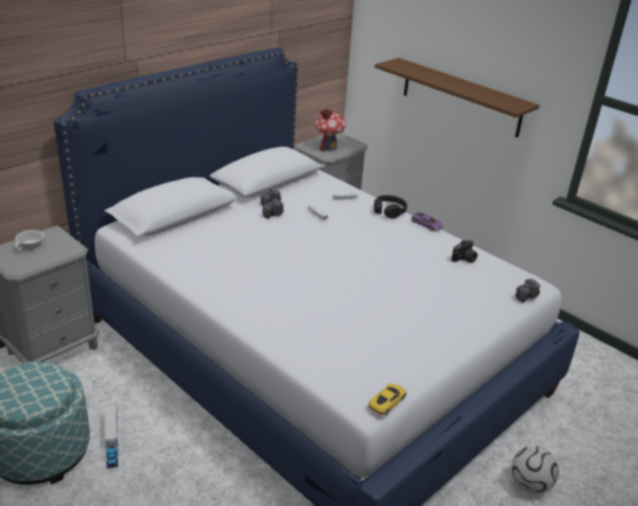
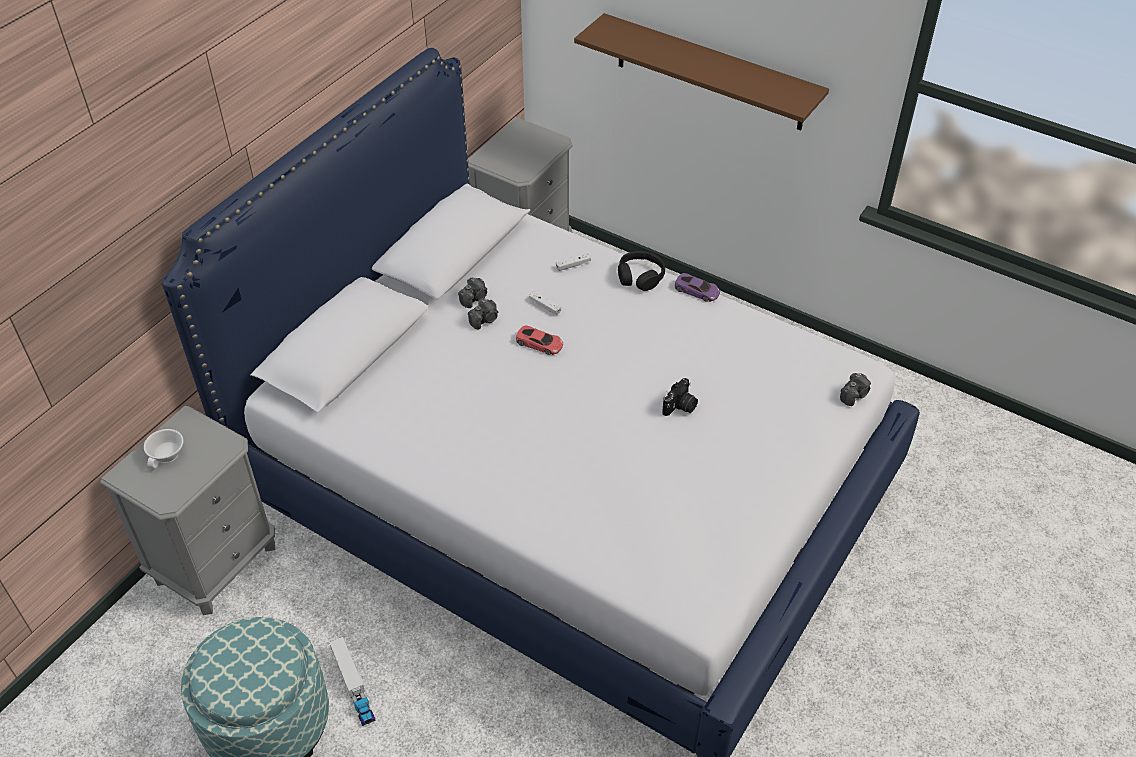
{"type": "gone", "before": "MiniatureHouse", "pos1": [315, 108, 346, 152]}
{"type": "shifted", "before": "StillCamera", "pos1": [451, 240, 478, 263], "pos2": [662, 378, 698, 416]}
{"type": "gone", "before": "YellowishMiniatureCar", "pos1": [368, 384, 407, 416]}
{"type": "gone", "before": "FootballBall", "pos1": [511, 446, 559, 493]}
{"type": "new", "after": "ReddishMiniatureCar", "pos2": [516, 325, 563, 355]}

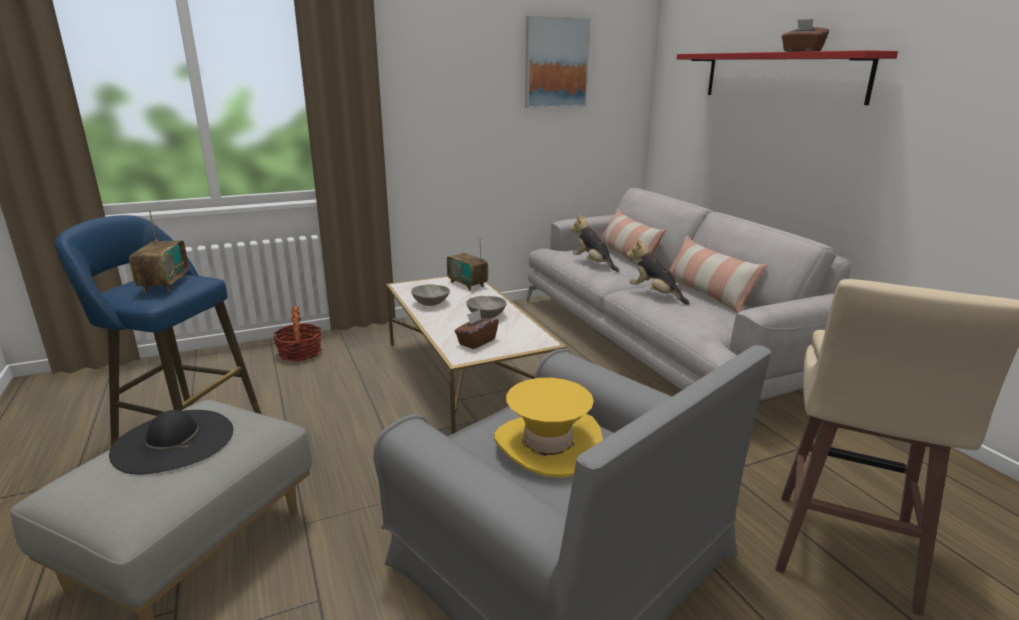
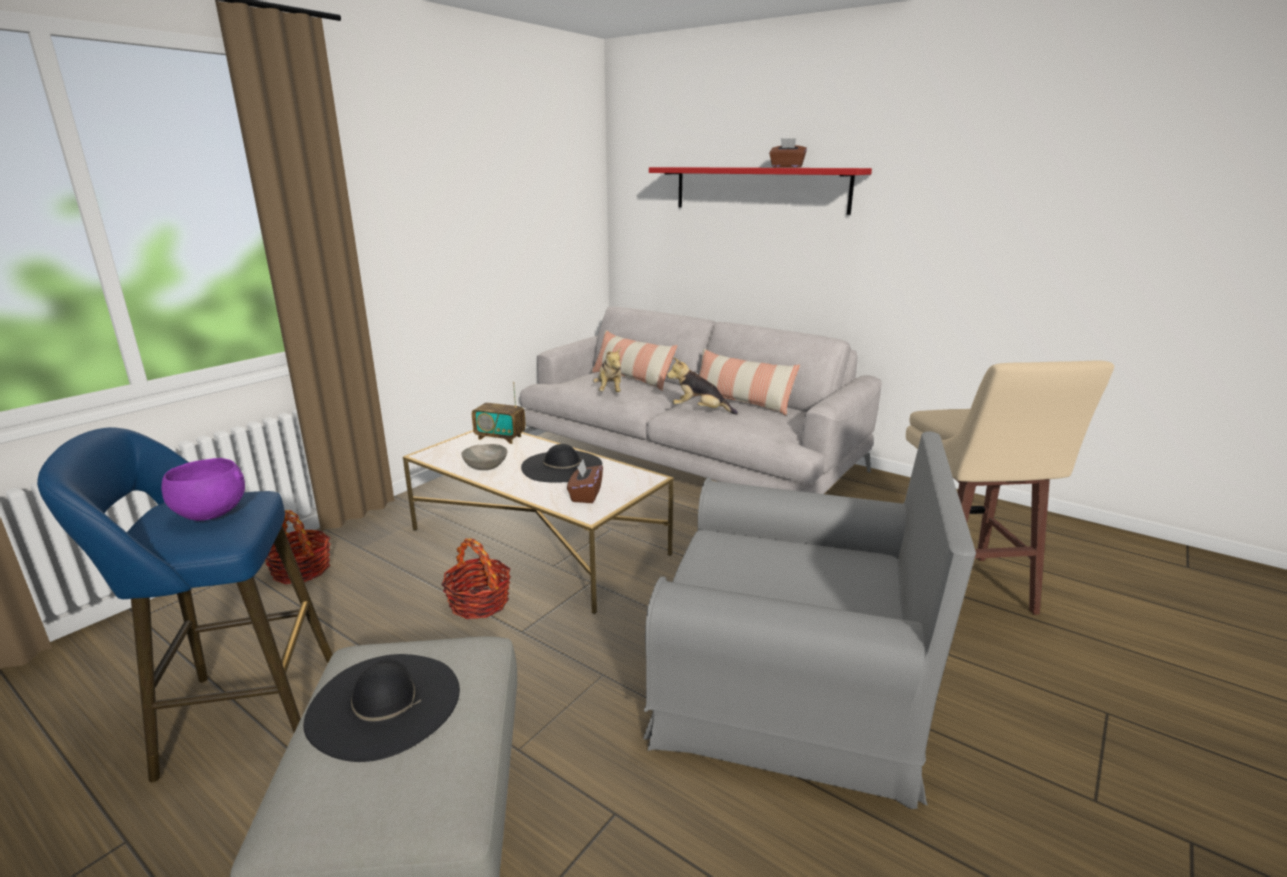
{"type": "gone", "before": "WallArt", "pos1": [525, 16, 591, 108]}
{"type": "swapped", "before": "Radio", "after": "PurpleBowl", "pos1": [129, 211, 189, 293], "pos2": [161, 458, 245, 521]}
{"type": "rotated", "before": "SoftToy", "pos1": [570, 215, 619, 272], "pos2": [593, 347, 621, 392], "turn": -120}
{"type": "swapped", "before": "GreyBowl", "after": "BlackColouredWearableHat", "pos1": [466, 296, 507, 318], "pos2": [521, 444, 602, 483]}
{"type": "gone", "before": "YellowishWearableHat", "pos1": [494, 378, 603, 478]}
{"type": "new", "after": "HouseholdBasket", "pos2": [441, 538, 511, 619]}

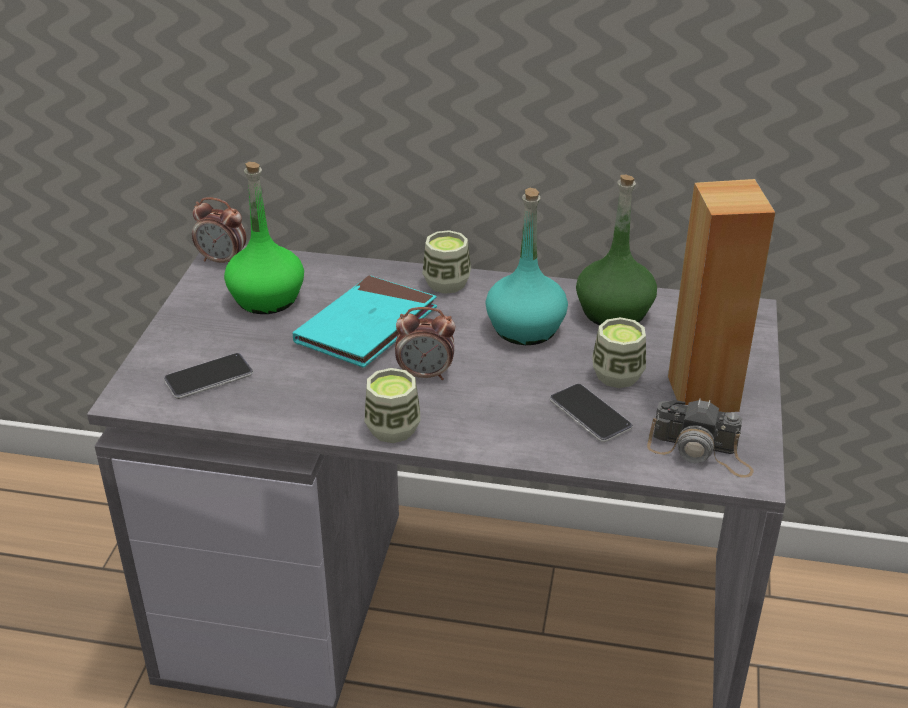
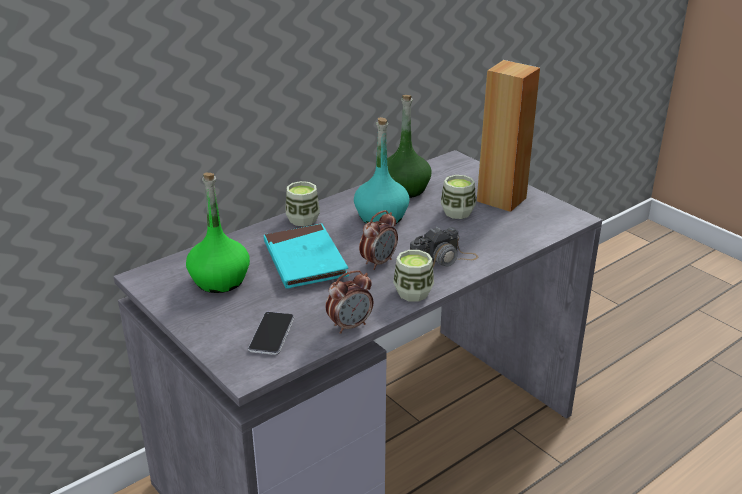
{"type": "shifted", "before": "BedsideClock", "pos1": [192, 197, 246, 263], "pos2": [326, 270, 373, 334]}
{"type": "gone", "before": "Handset", "pos1": [550, 384, 633, 442]}
{"type": "shifted", "before": "StillCamera", "pos1": [647, 399, 754, 478], "pos2": [410, 227, 478, 268]}

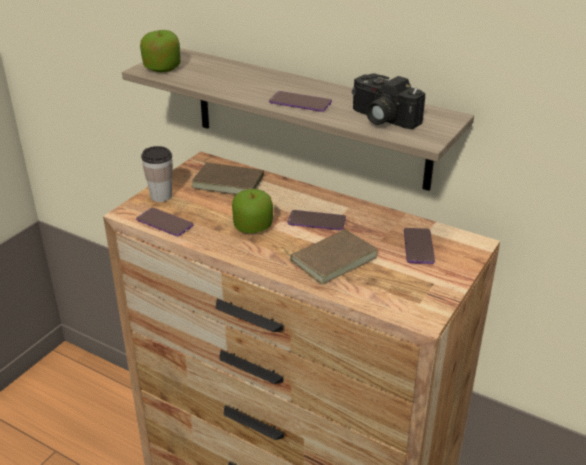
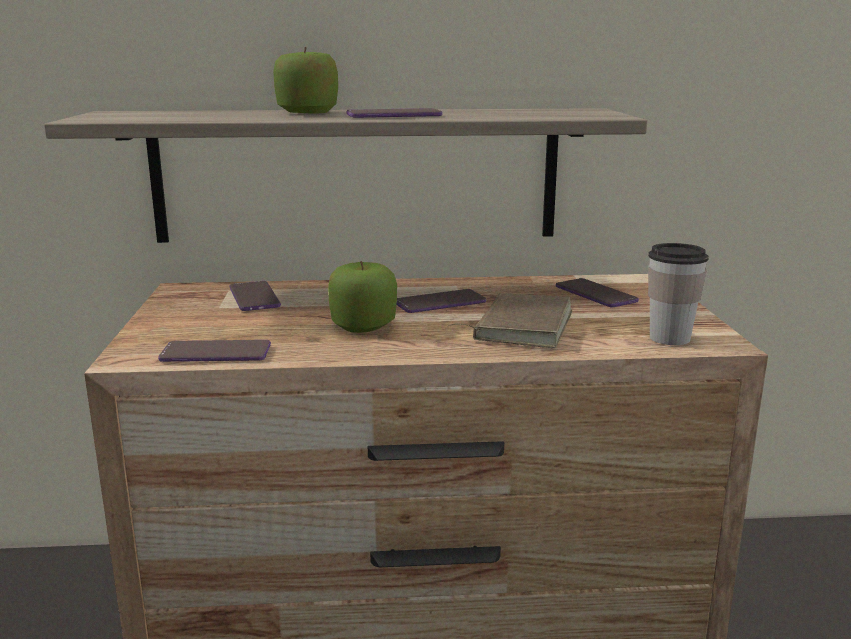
{"type": "shifted", "before": "AppleFruit", "pos1": [140, 30, 181, 72], "pos2": [273, 47, 338, 114]}
{"type": "gone", "before": "StillCamera", "pos1": [352, 74, 425, 129]}
{"type": "shifted", "before": "SmallCup", "pos1": [141, 146, 173, 202], "pos2": [648, 243, 709, 345]}
{"type": "swapped", "before": "BrownColouredBoundBook", "after": "Handset", "pos1": [191, 157, 264, 195], "pos2": [229, 281, 281, 311]}

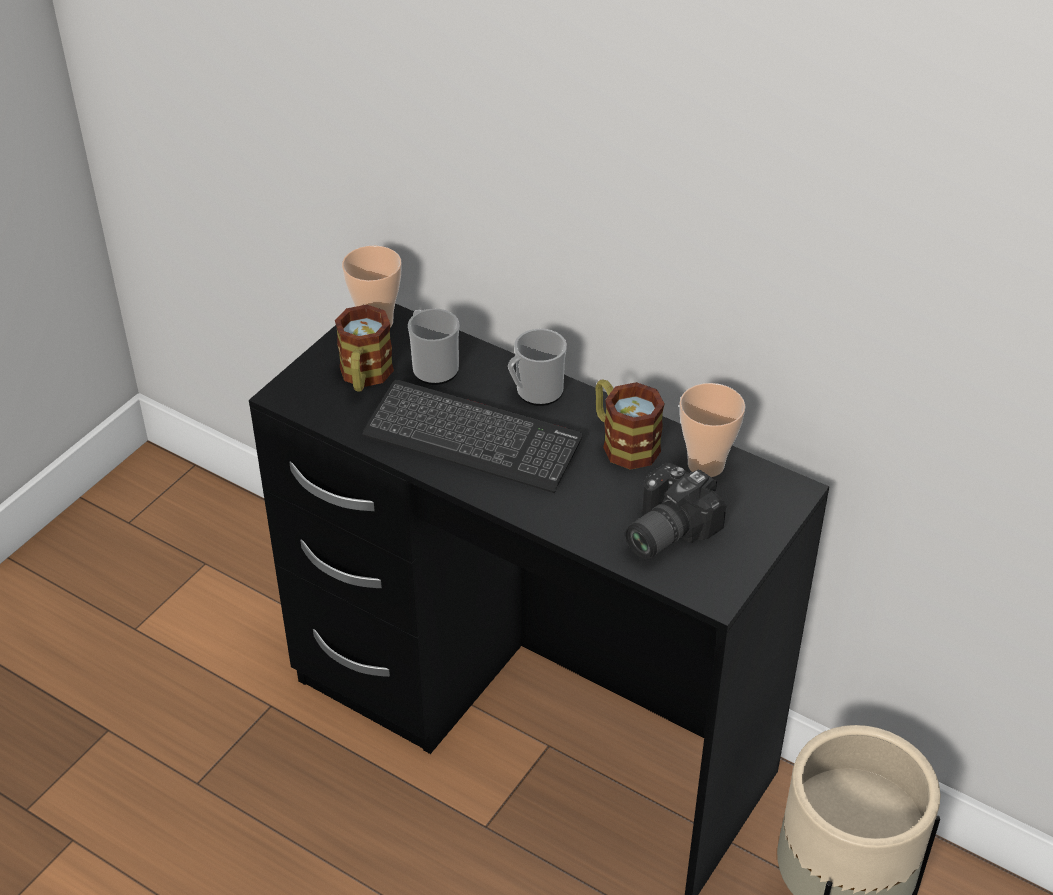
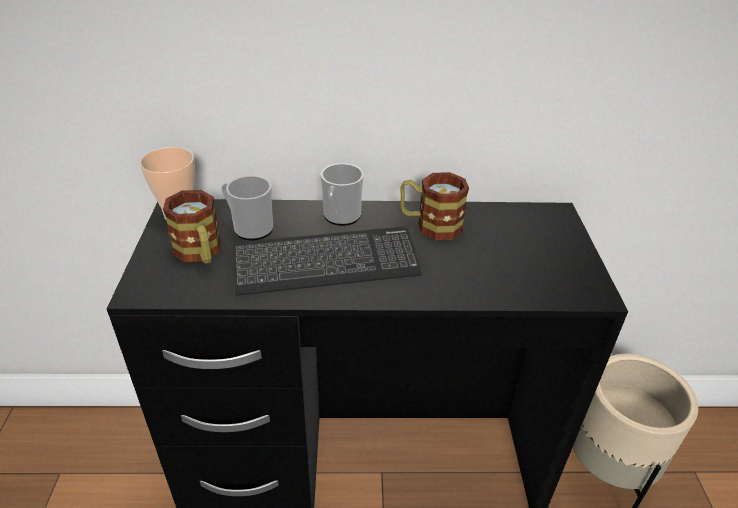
{"type": "gone", "before": "SmallCup", "pos1": [679, 383, 745, 477]}
{"type": "gone", "before": "StillCamera", "pos1": [625, 463, 726, 559]}

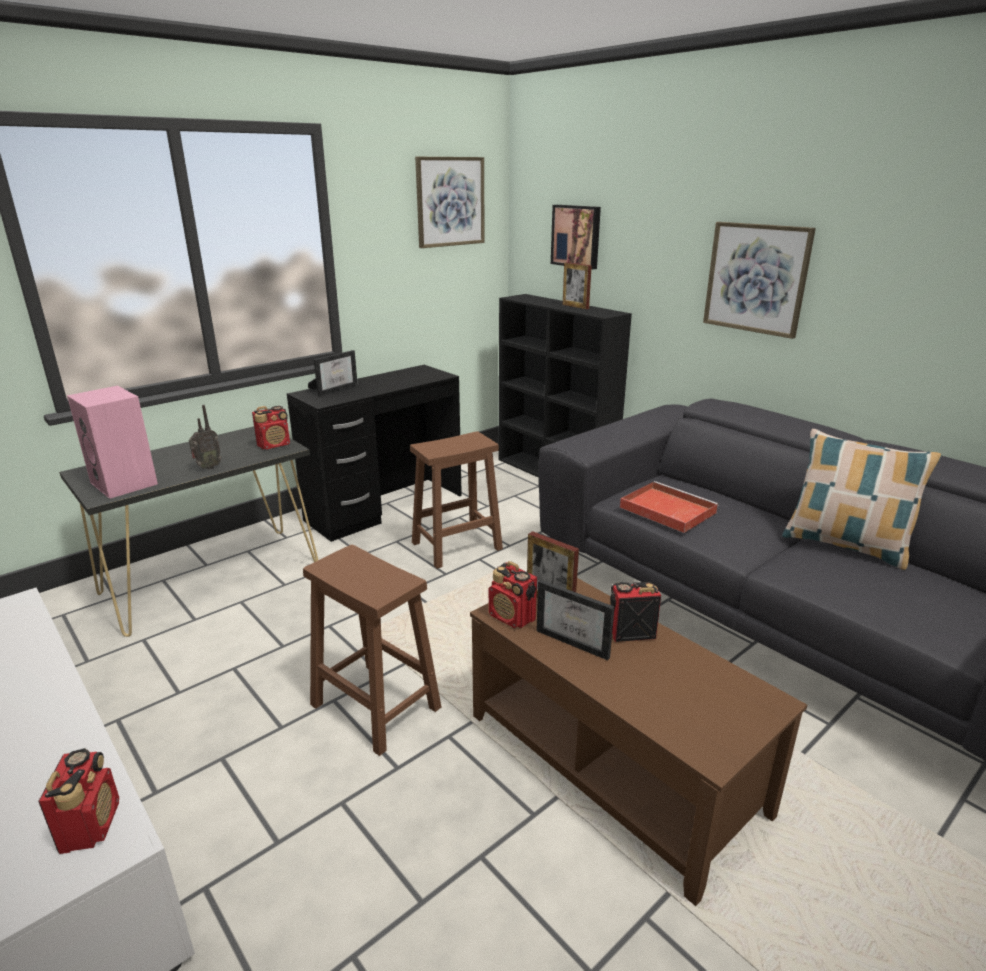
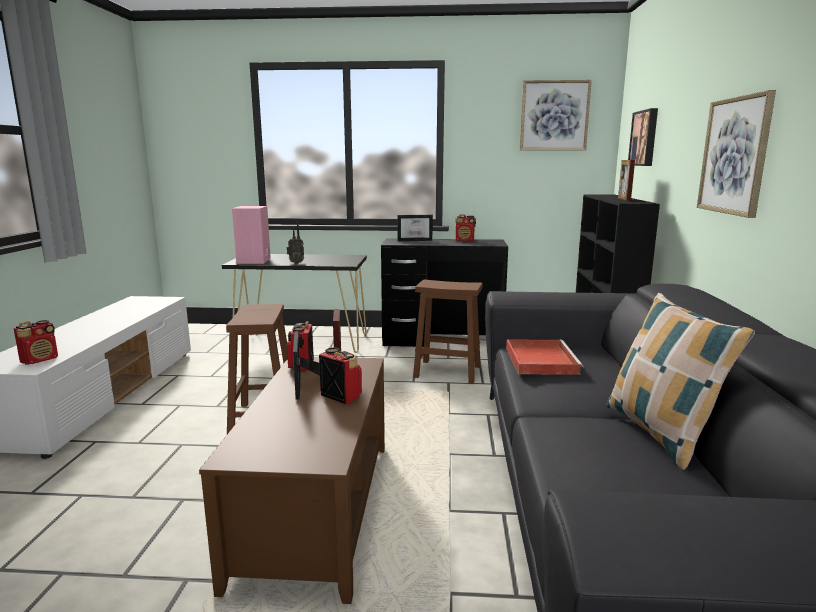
{"type": "shifted", "before": "Radio", "pos1": [252, 406, 290, 449], "pos2": [455, 214, 476, 241]}

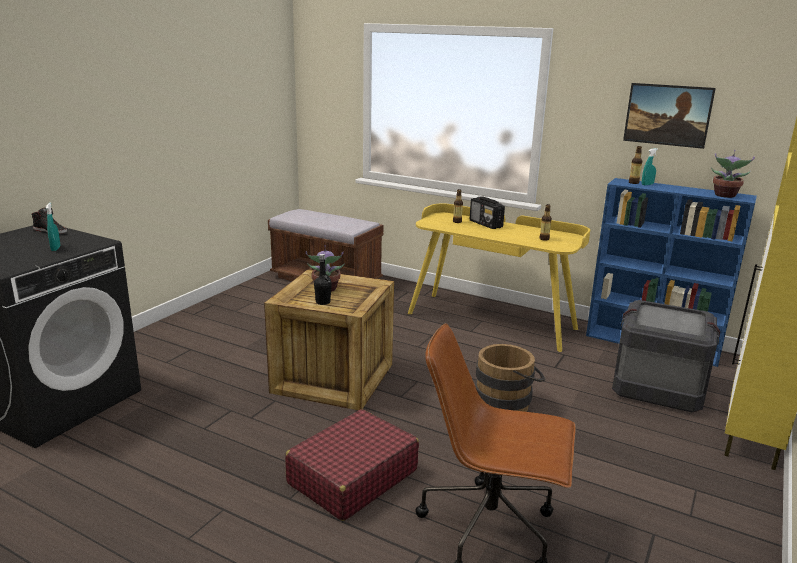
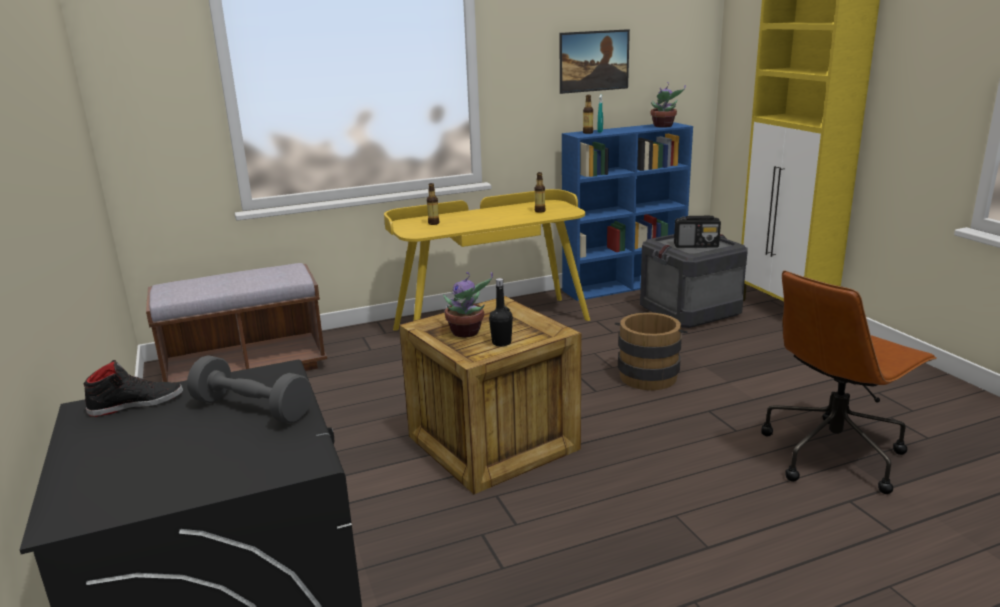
{"type": "shifted", "before": "Radio", "pos1": [470, 196, 505, 229], "pos2": [674, 215, 721, 248]}
{"type": "swapped", "before": "BlueGreenSprayer", "after": "GreyHandWeight", "pos1": [46, 203, 60, 251], "pos2": [187, 355, 312, 423]}
{"type": "gone", "before": "ReddishTravelCase", "pos1": [285, 409, 419, 521]}

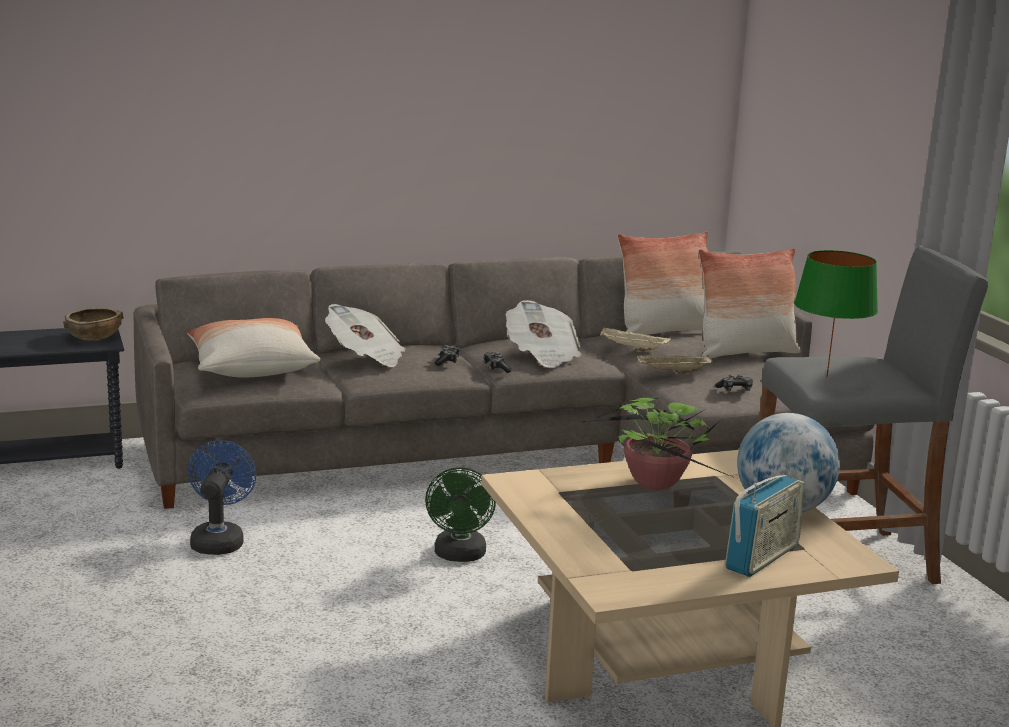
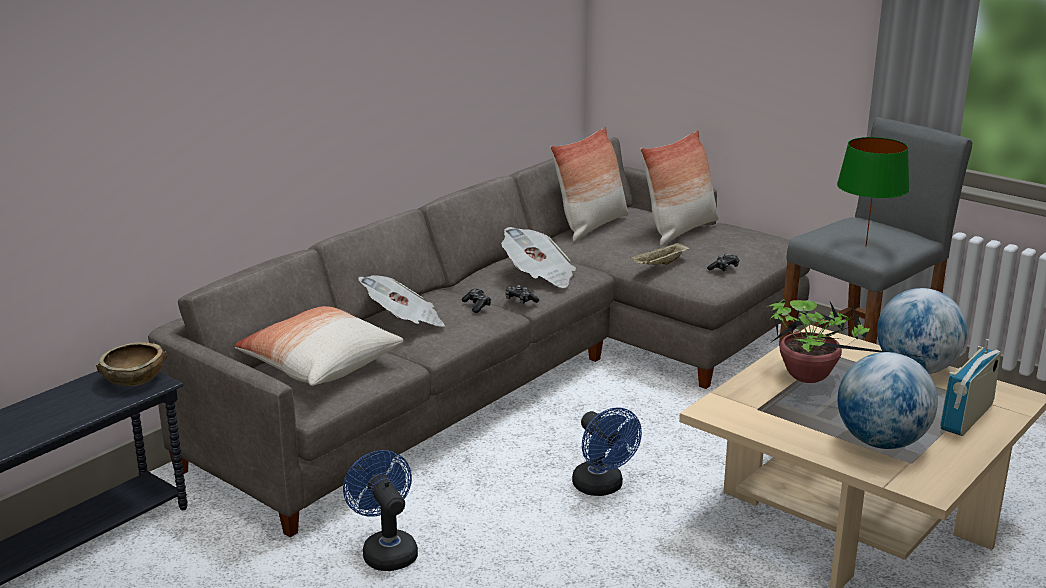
{"type": "gone", "before": "BeigeColouredTray", "pos1": [600, 327, 671, 351]}
{"type": "repainted", "before": "GreenCoolingFan", "after": "BlueCoolingFan", "pos1": [425, 467, 496, 562], "pos2": [572, 407, 642, 496]}
{"type": "rotated", "before": "Radio", "pos1": [725, 475, 804, 577], "pos2": [940, 339, 1001, 436], "turn": -150}
{"type": "new", "after": "DeskGlobe", "pos2": [838, 352, 938, 449]}

